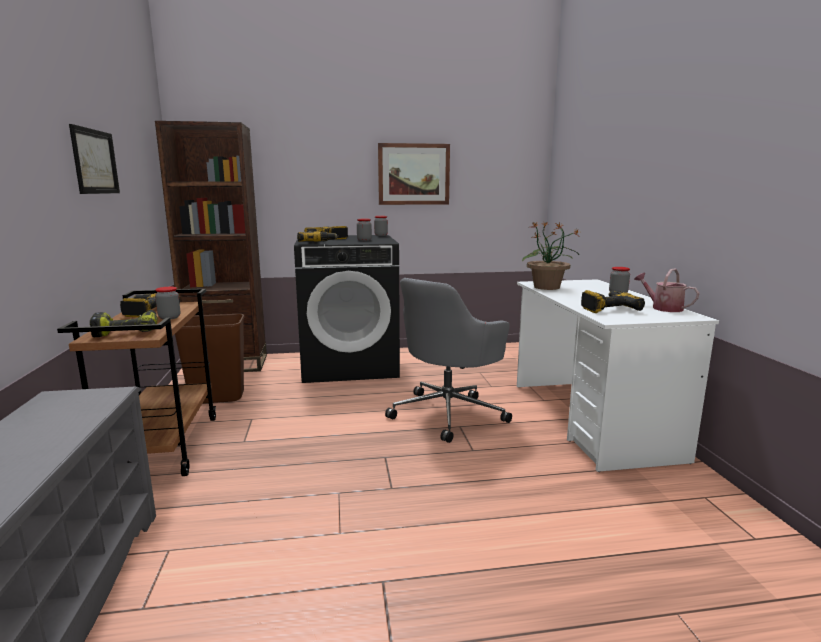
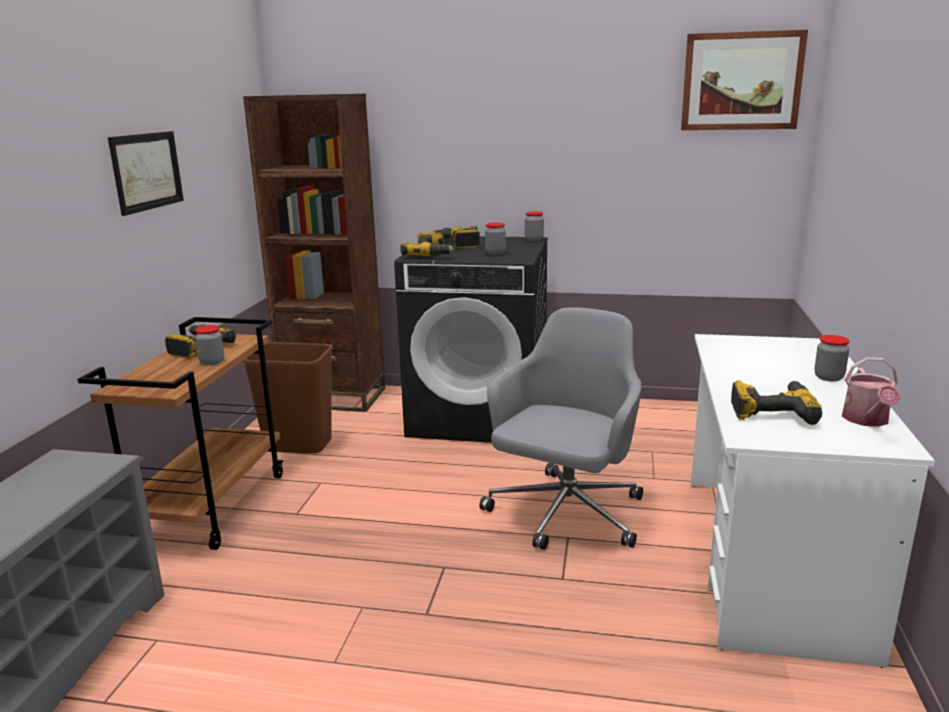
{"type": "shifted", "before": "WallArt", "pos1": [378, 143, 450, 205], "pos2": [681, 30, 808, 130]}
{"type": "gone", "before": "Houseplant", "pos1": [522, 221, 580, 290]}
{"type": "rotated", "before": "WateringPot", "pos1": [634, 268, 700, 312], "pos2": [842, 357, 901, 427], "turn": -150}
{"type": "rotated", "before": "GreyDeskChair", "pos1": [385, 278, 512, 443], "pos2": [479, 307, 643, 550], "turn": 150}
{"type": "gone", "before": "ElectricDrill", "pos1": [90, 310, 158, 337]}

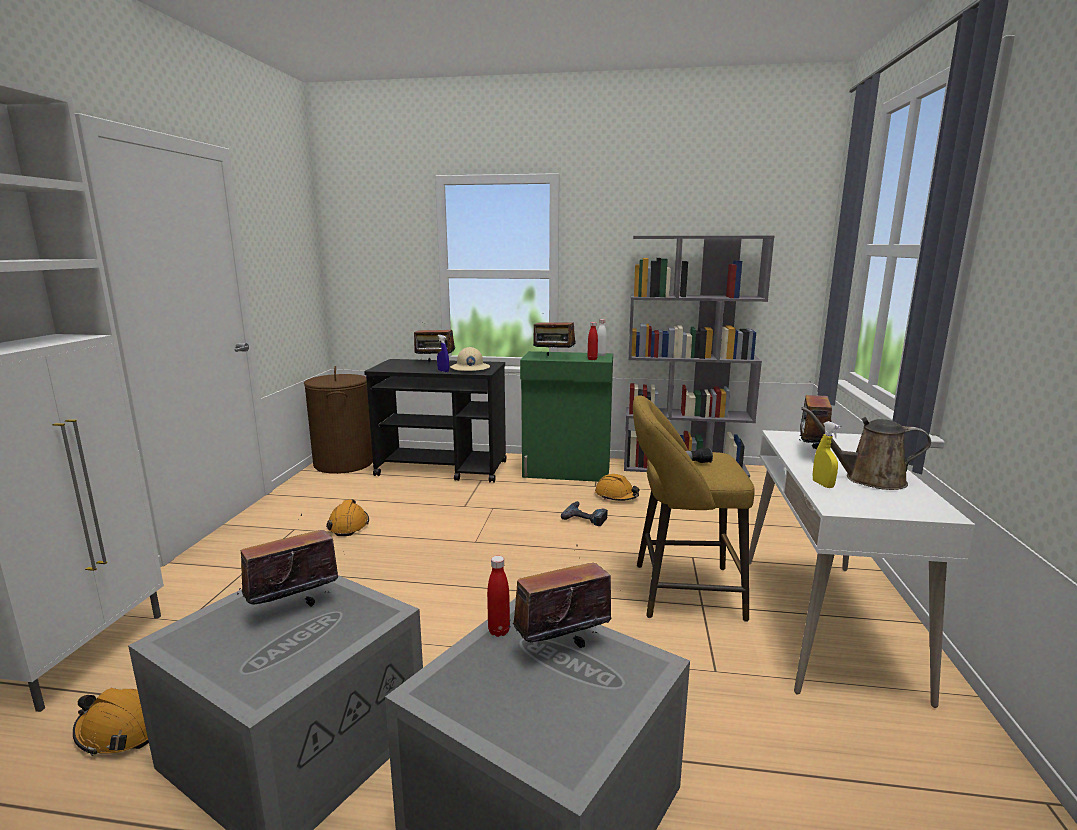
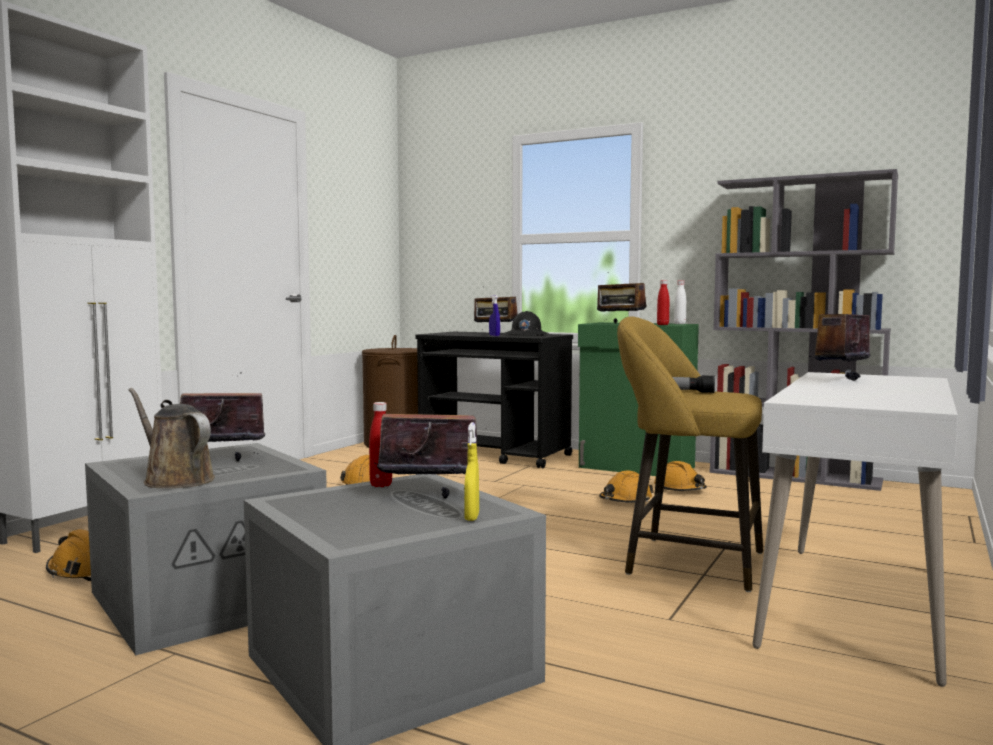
{"type": "repainted", "before": "BeigeColouredSafetyHelmet", "after": "BlackColouredSafetyHelmet", "pos1": [450, 347, 490, 371], "pos2": [505, 311, 549, 336]}
{"type": "shifted", "before": "BrownColouredWateringPot", "pos1": [801, 407, 931, 490], "pos2": [129, 388, 215, 488]}
{"type": "shifted", "before": "YellowishSprayer", "pos1": [813, 421, 840, 488], "pos2": [464, 422, 479, 521]}
{"type": "swapped", "before": "ElectricDrill", "after": "OrangeColouredSafetyHelmet", "pos1": [561, 501, 608, 526], "pos2": [599, 470, 654, 503]}

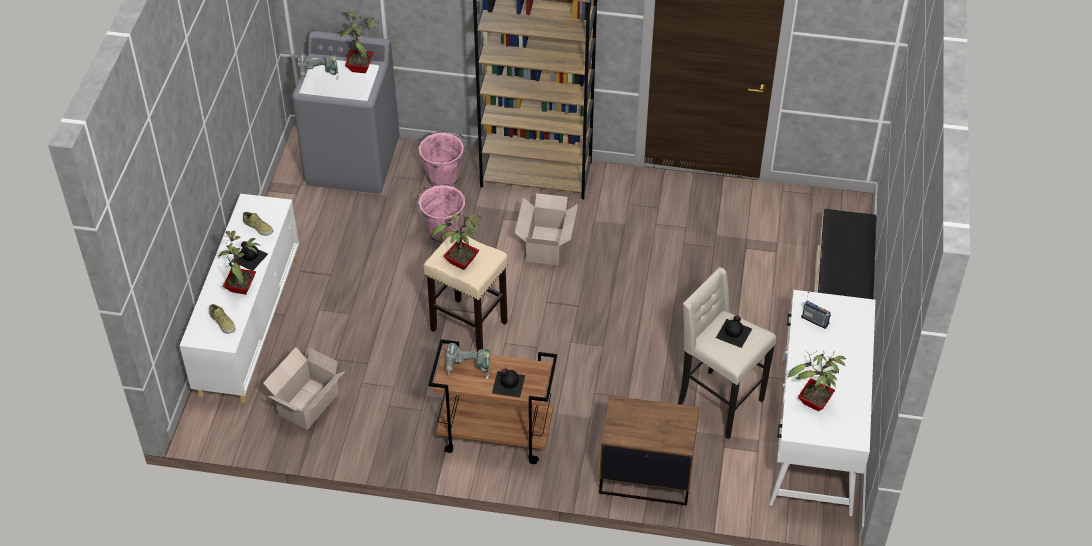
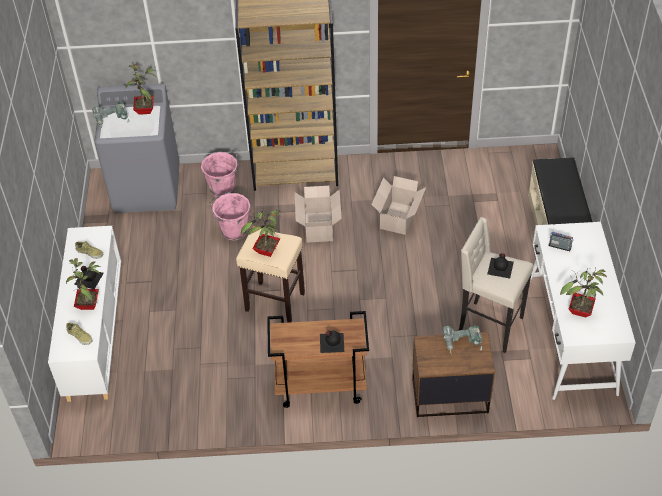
{"type": "shifted", "before": "ElectricDrill", "pos1": [445, 343, 490, 379], "pos2": [442, 326, 482, 355]}
{"type": "shifted", "before": "Carton", "pos1": [263, 347, 345, 430], "pos2": [371, 176, 426, 235]}

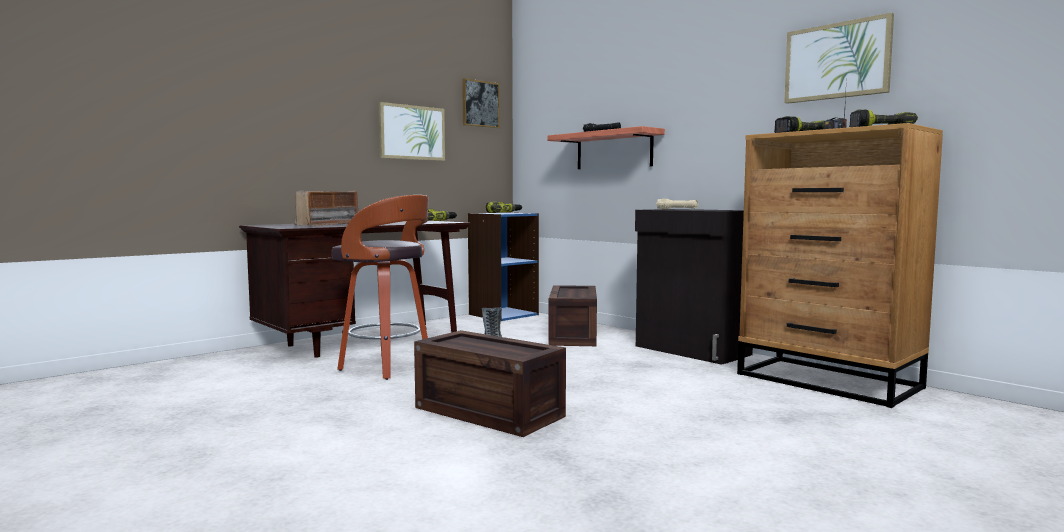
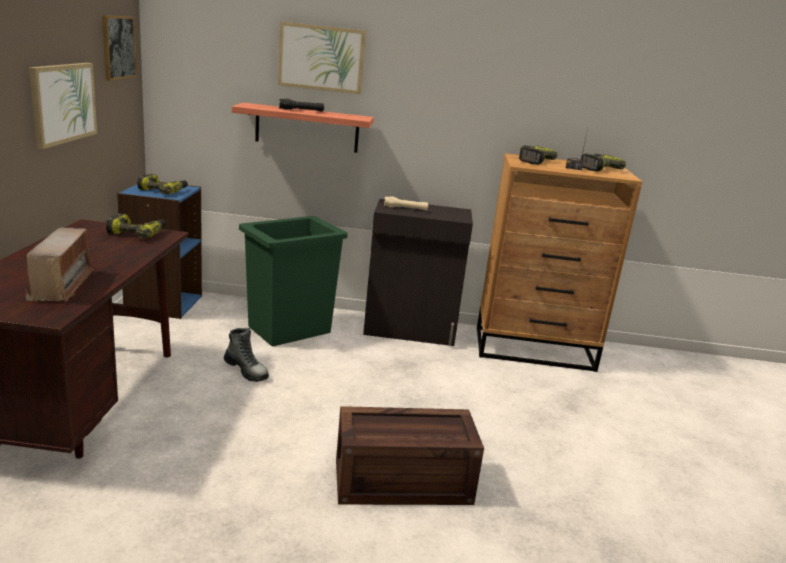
{"type": "shifted", "before": "WallArt", "pos1": [784, 12, 894, 104], "pos2": [278, 21, 366, 94]}
{"type": "gone", "before": "SittingStool", "pos1": [332, 195, 429, 380]}
{"type": "swapped", "before": "PackingCrate", "after": "GreenTrashCan", "pos1": [549, 285, 597, 346], "pos2": [239, 216, 348, 347]}

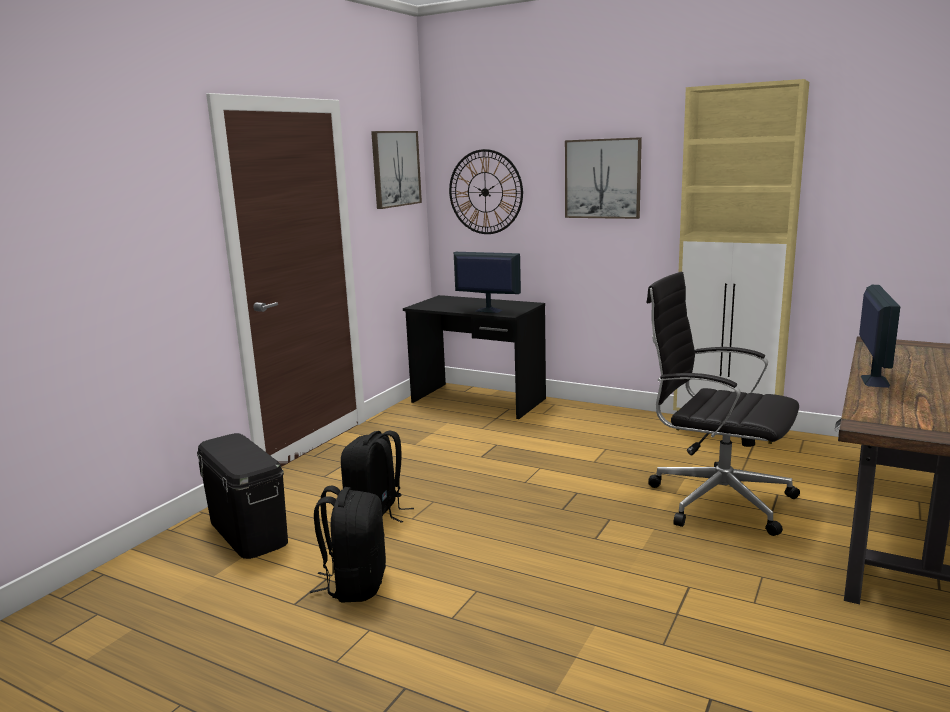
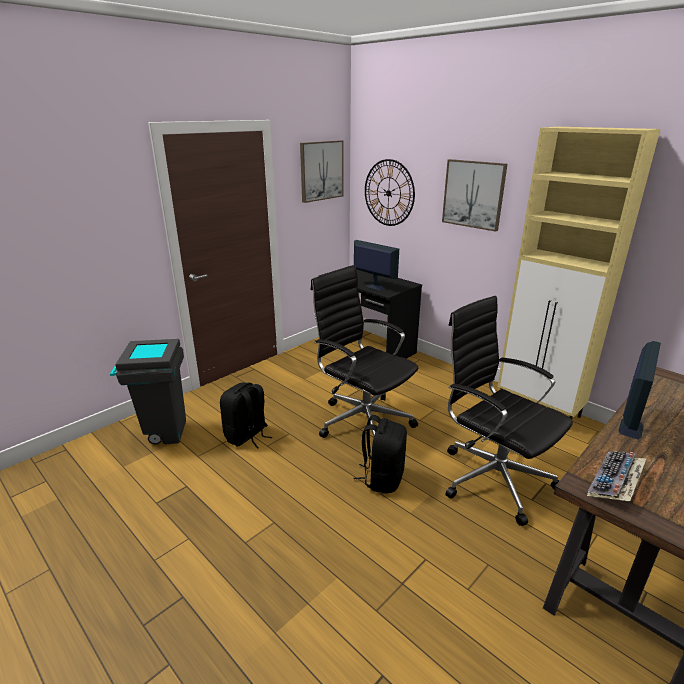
{"type": "swapped", "before": "BlackColouredStorageContainer", "after": "GreyTrashCan", "pos1": [197, 433, 288, 559], "pos2": [110, 339, 186, 444]}
{"type": "shifted", "before": "BlackColouredKnapsack", "pos1": [310, 486, 386, 603], "pos2": [353, 415, 407, 493]}
{"type": "new", "after": "BlackColouredDeskChair", "pos2": [311, 266, 418, 438]}
{"type": "new", "after": "ComputerKeyboard", "pos2": [587, 451, 647, 501]}

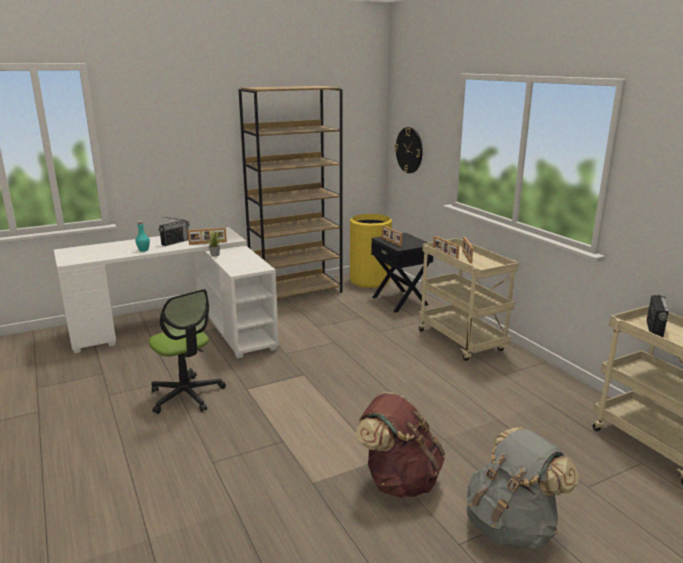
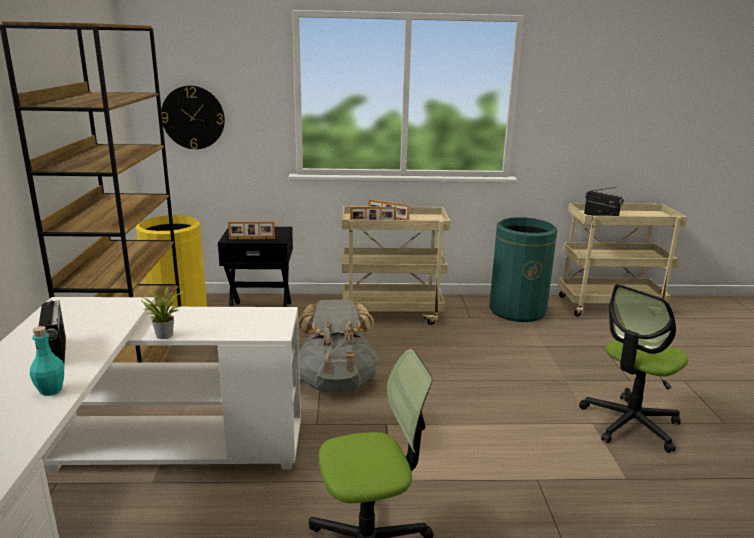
{"type": "gone", "before": "StandingFrame", "pos1": [188, 228, 227, 245]}
{"type": "swapped", "before": "BrownColouredKnapsack", "after": "DeskChair", "pos1": [356, 392, 445, 498], "pos2": [579, 284, 688, 453]}
{"type": "shifted", "before": "GreyKnapsack", "pos1": [467, 427, 579, 549], "pos2": [298, 299, 379, 393]}
{"type": "new", "after": "GreenTrashCan", "pos2": [489, 217, 557, 322]}

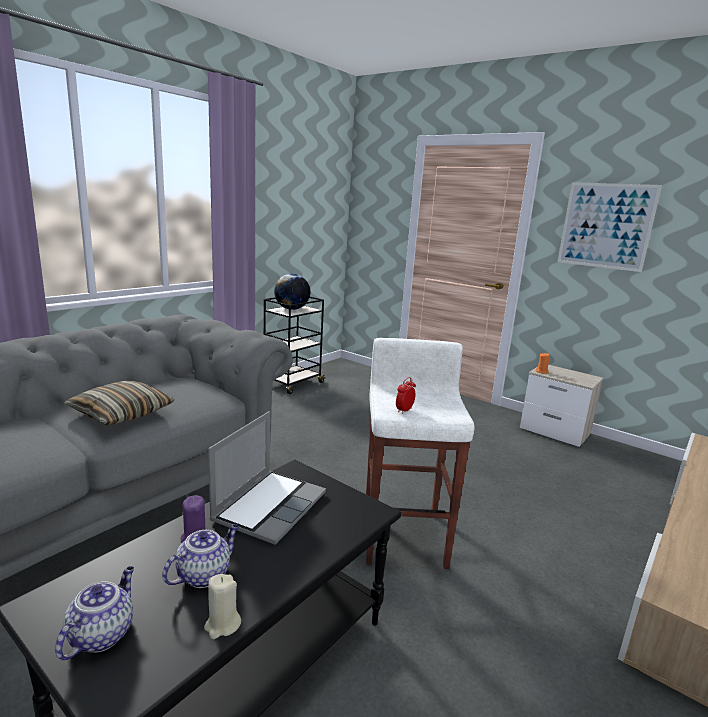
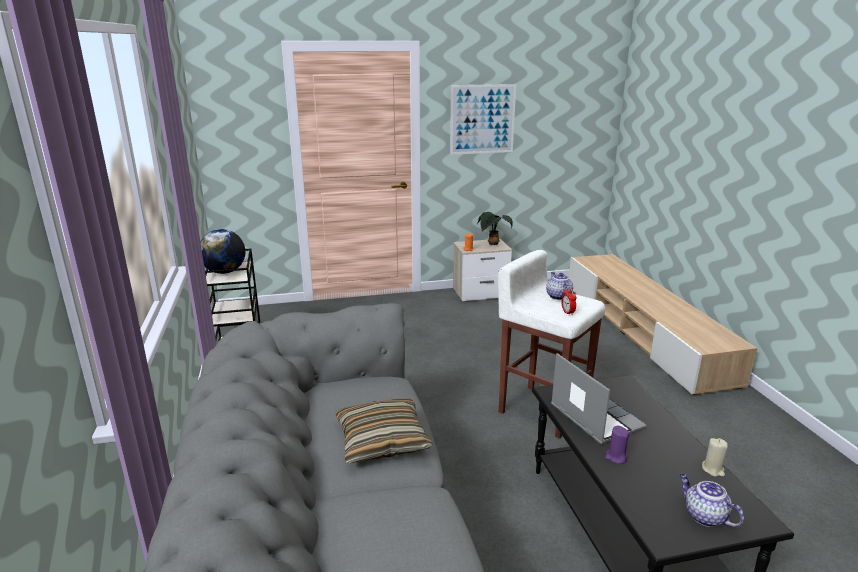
{"type": "shifted", "before": "TeaPot", "pos1": [162, 524, 239, 588], "pos2": [546, 272, 573, 300]}
{"type": "new", "after": "Houseplant", "pos2": [477, 212, 513, 245]}

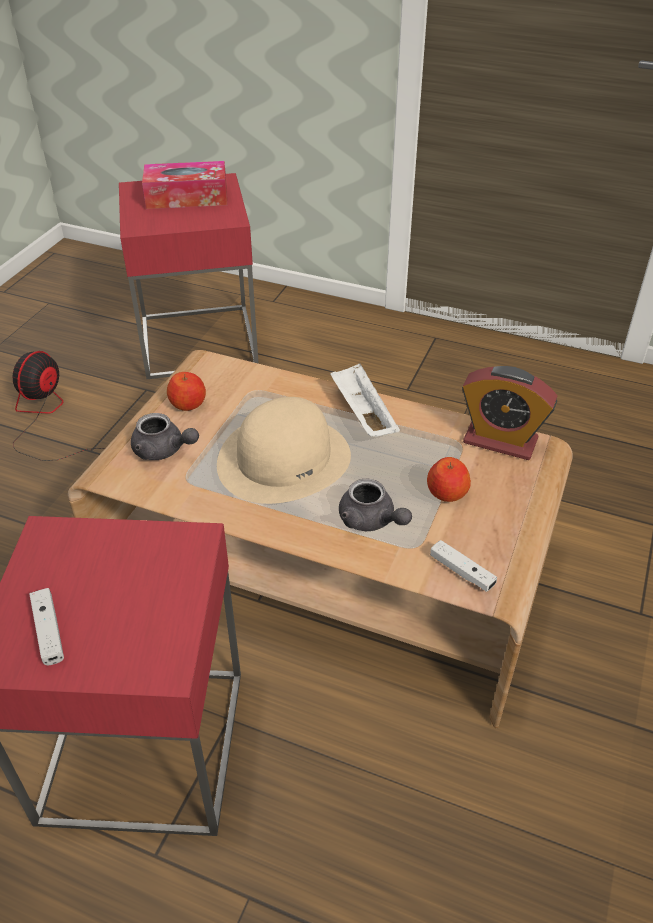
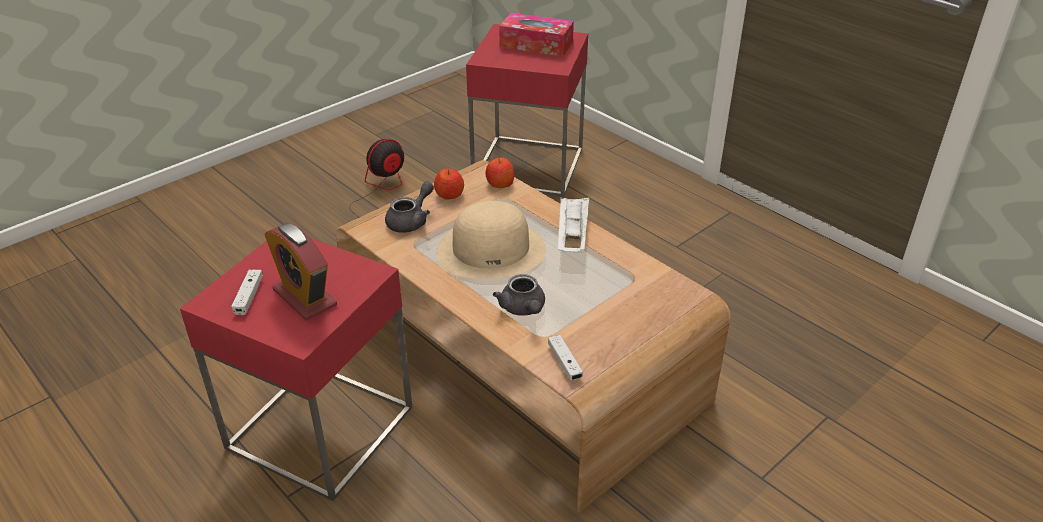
{"type": "shifted", "before": "BedsideClock", "pos1": [462, 366, 557, 460], "pos2": [265, 223, 337, 321]}
{"type": "rotated", "before": "GreyTeaPot", "pos1": [131, 413, 199, 460], "pos2": [385, 181, 434, 233], "turn": -105}
{"type": "shifted", "before": "AppleFruit", "pos1": [427, 457, 471, 502], "pos2": [485, 157, 514, 188]}

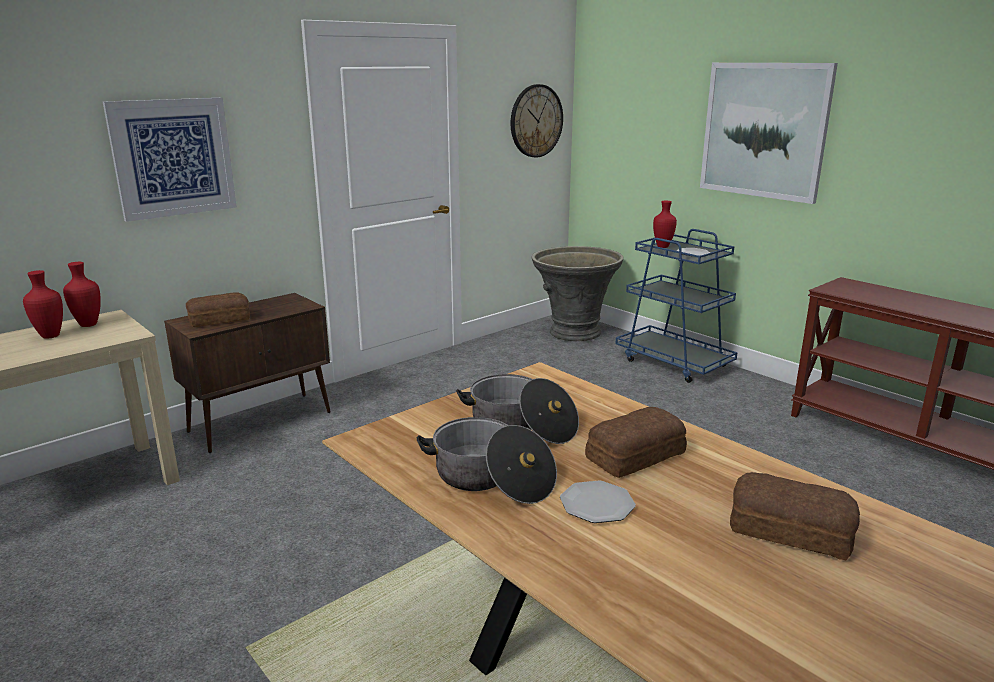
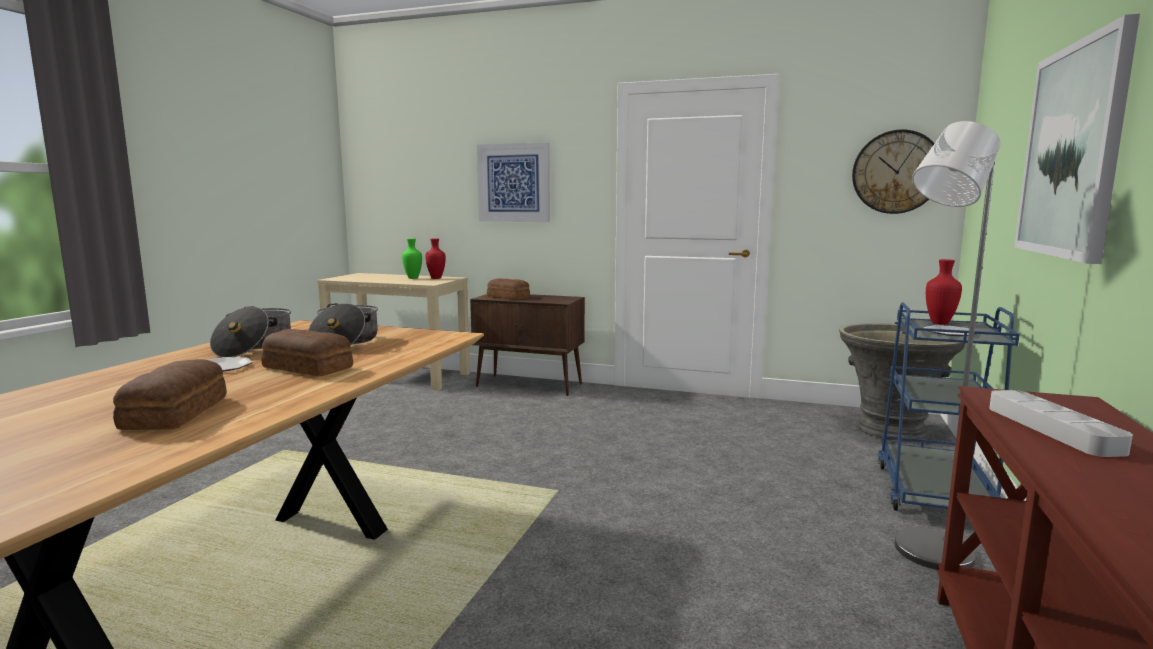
{"type": "repainted", "before": "ReddishFlowerVase", "after": "GreenFlowerVase", "pos1": [23, 270, 63, 339], "pos2": [402, 238, 422, 279]}
{"type": "new", "after": "GreyStandingLamp", "pos2": [895, 121, 1001, 570]}
{"type": "new", "after": "GreyTray", "pos2": [989, 390, 1133, 457]}

